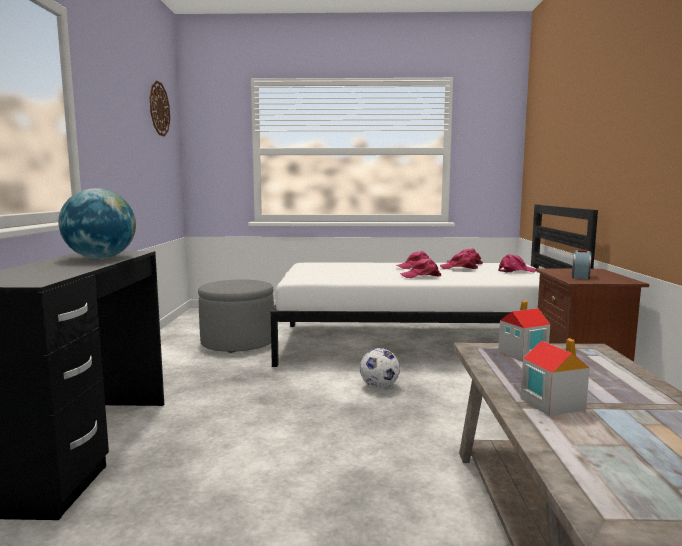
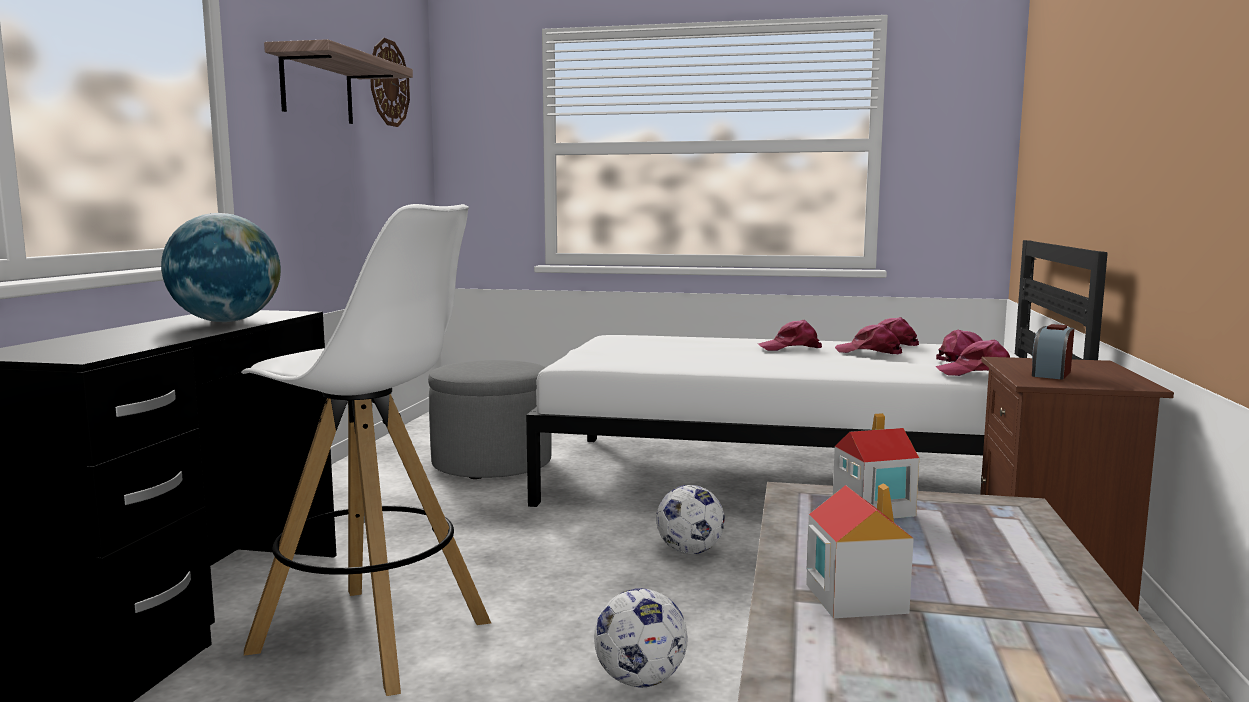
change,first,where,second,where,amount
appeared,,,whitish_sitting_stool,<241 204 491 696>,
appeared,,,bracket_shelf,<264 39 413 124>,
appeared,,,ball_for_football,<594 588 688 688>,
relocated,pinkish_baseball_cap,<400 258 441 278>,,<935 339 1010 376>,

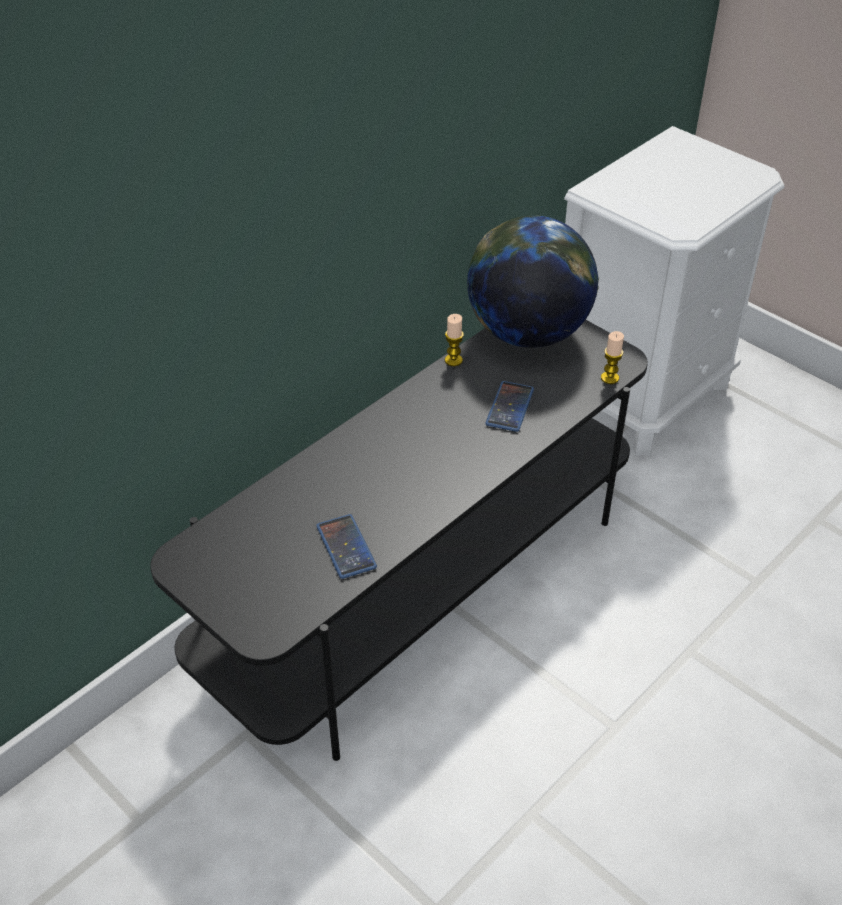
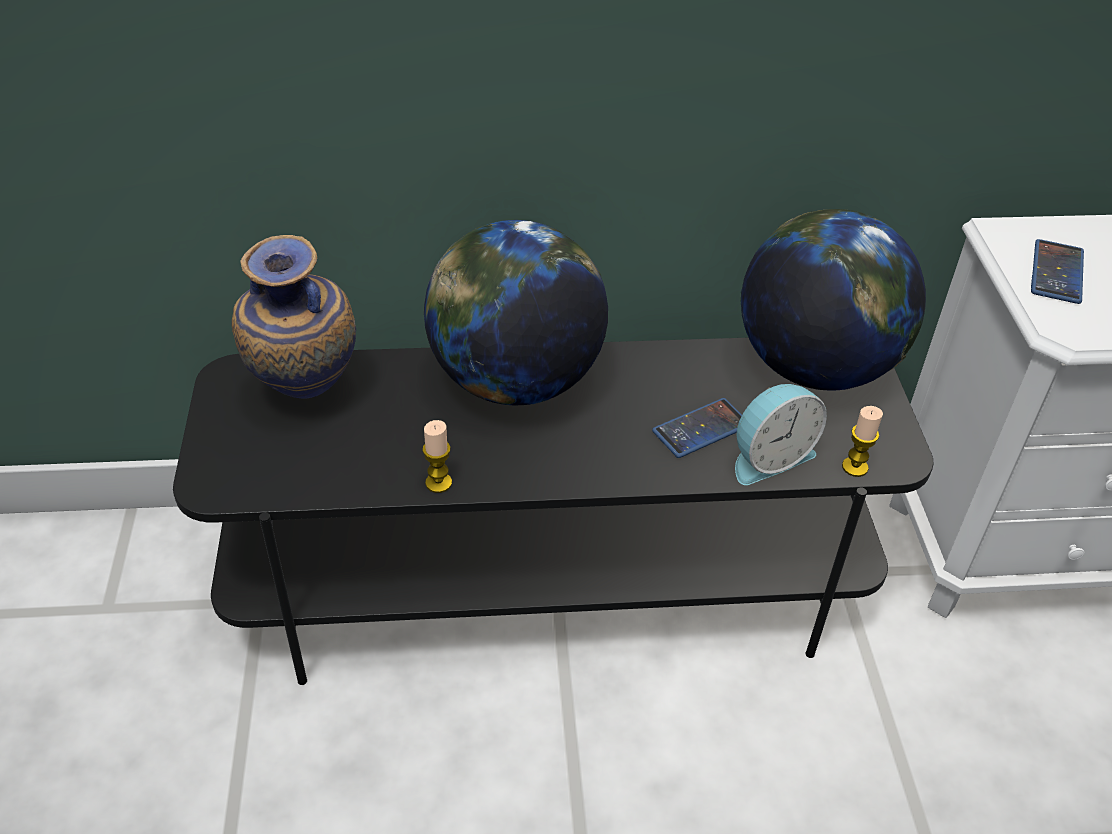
change,first,where,second,where,amount
appeared,,,decorative_vase,<231 235 356 398>,
appeared,,,world_globe,<424 220 608 406>,
appeared,,,alarm_clock,<735 384 827 485>,
relocated,telephone,<316 514 377 579>,,<1031 239 1084 304>,
relocated,wax_candle,<445 314 464 366>,,<422 420 452 493>,

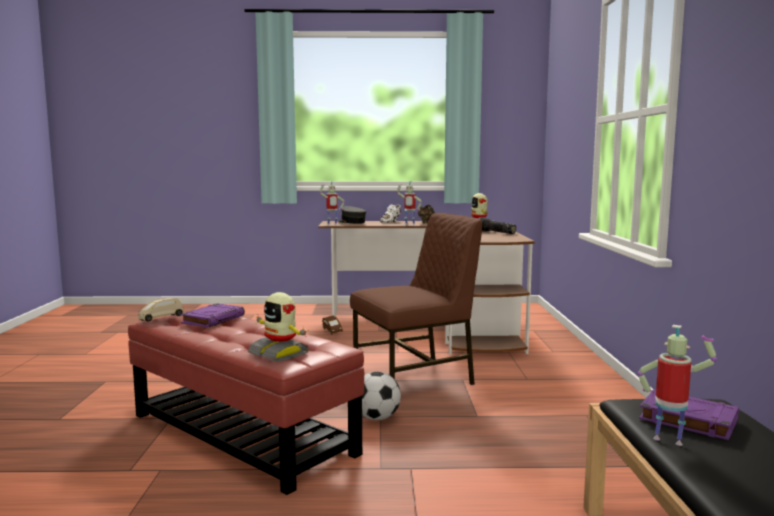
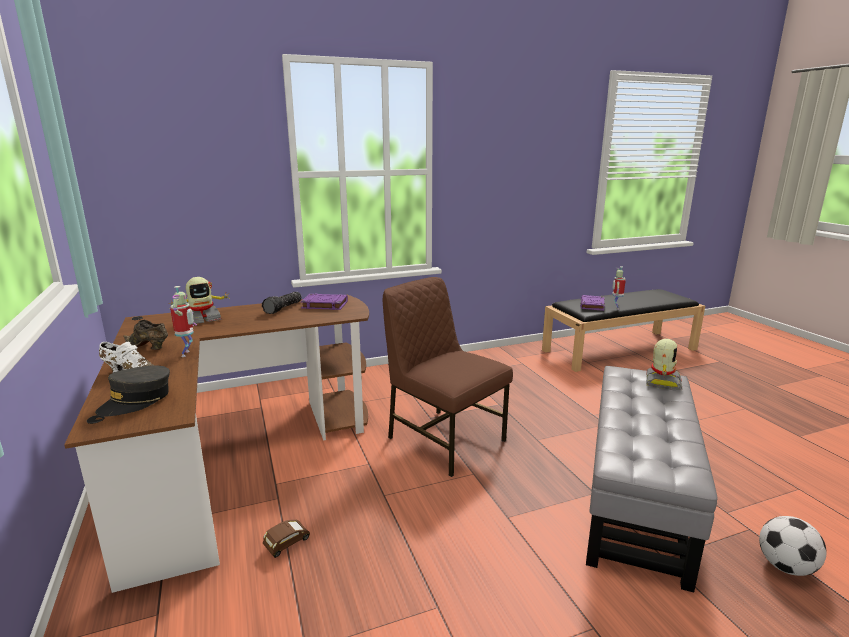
change,first,where,second,where,amount
missing,beige-coloured_model_car,<138 298 183 322>,,,
missing,model_robot,<319 181 345 225>,,,
relocated,purplish_volume,<181 303 245 327>,,<301 294 348 310>,
relocated,ball_for_football,<362 372 401 420>,,<759 516 826 576>,
colour,red_pouffe,<128 315 364 495>,gray_pouffe,<586 366 718 592>,

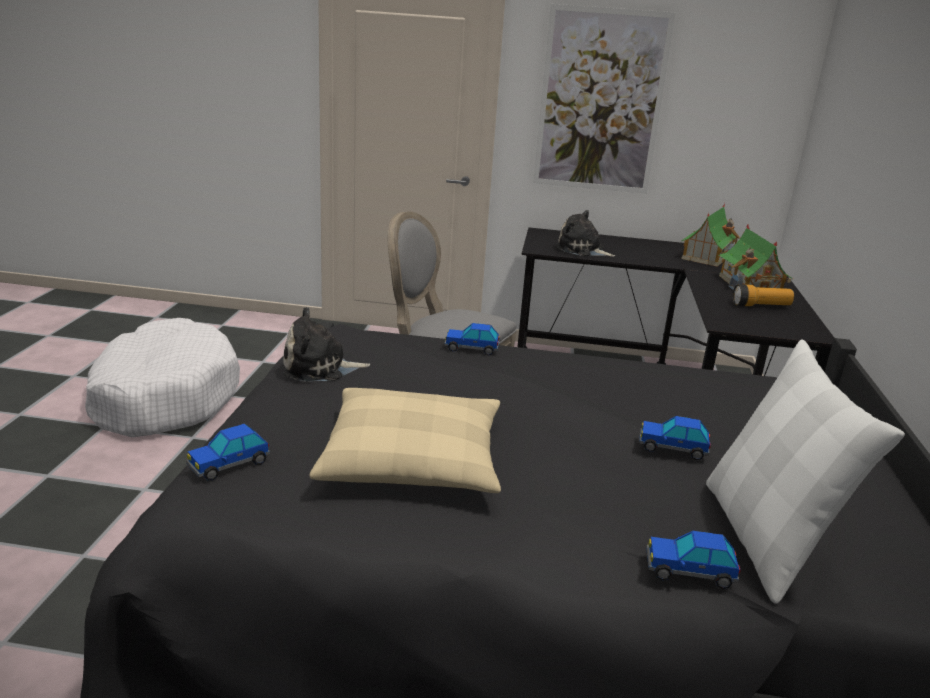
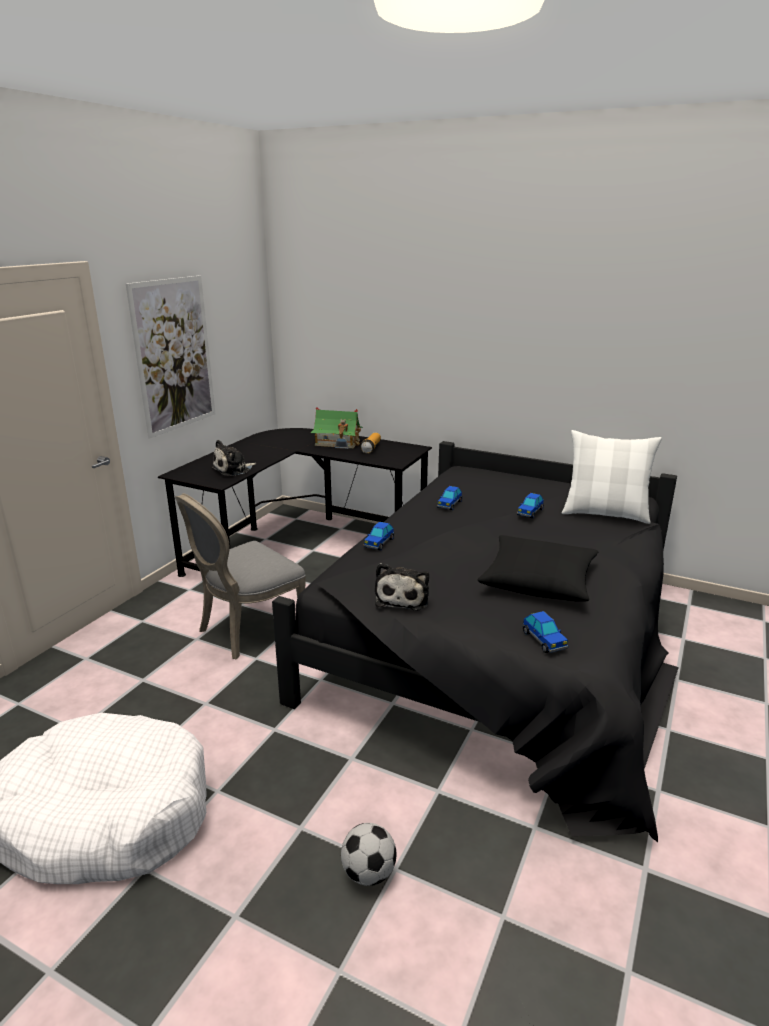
change,first,where,second,where,amount
missing,model_house,<681 203 740 267>,,,
appeared,,,ball_for_football,<341 823 397 886>,
relocated,model_car,<646 531 740 589>,,<437 486 462 510>,
colour,beige-coloured_cushion,<310 388 501 493>,black-coloured_cushion,<478 535 598 602>,

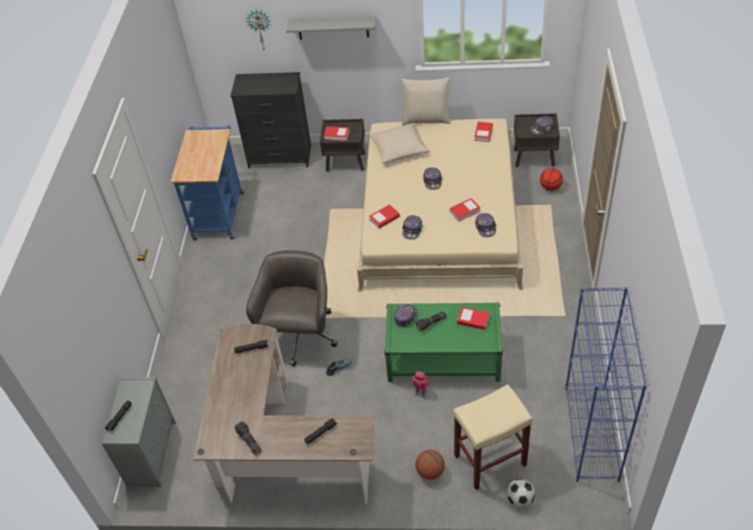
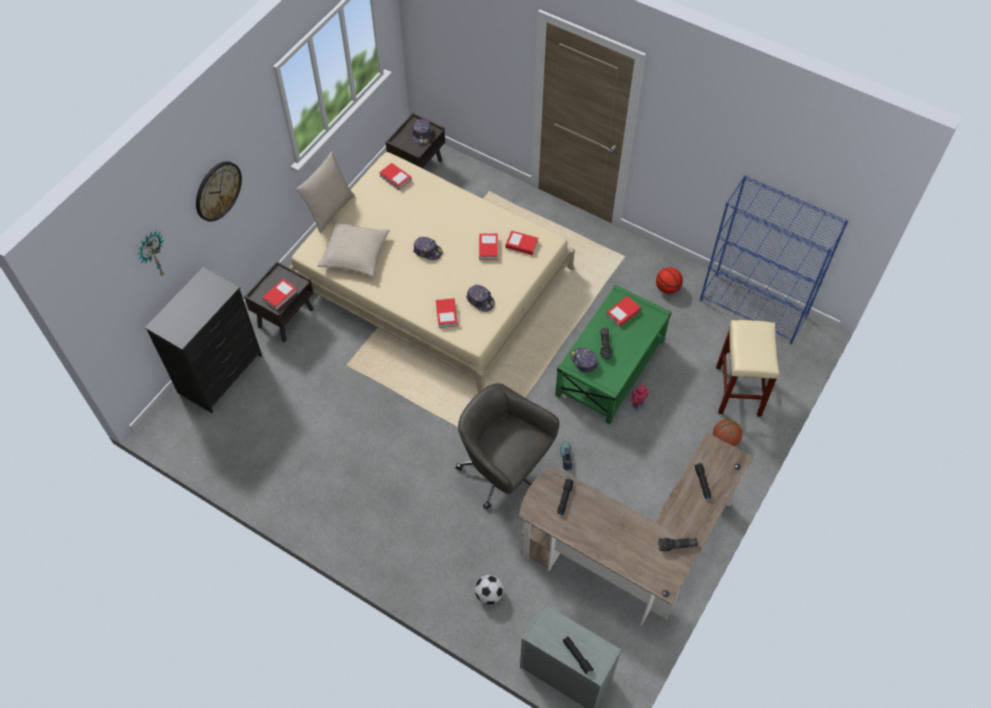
change,first,where,second,where,amount
missing,blue_wheeled_cart,<171 125 244 240>,,,
relocated,ball_for_football,<507 479 535 507>,,<475 575 504 604>,
relocated,basketball_ball,<540 168 563 191>,,<656 267 683 294>,
exchanged,gray_bracket_shelf,<286 16 376 40>,clock_on_the_wall,<196 161 242 222>,
exchanged,baseball_cap,<475 213 496 237>,volume,<505 231 538 255>,

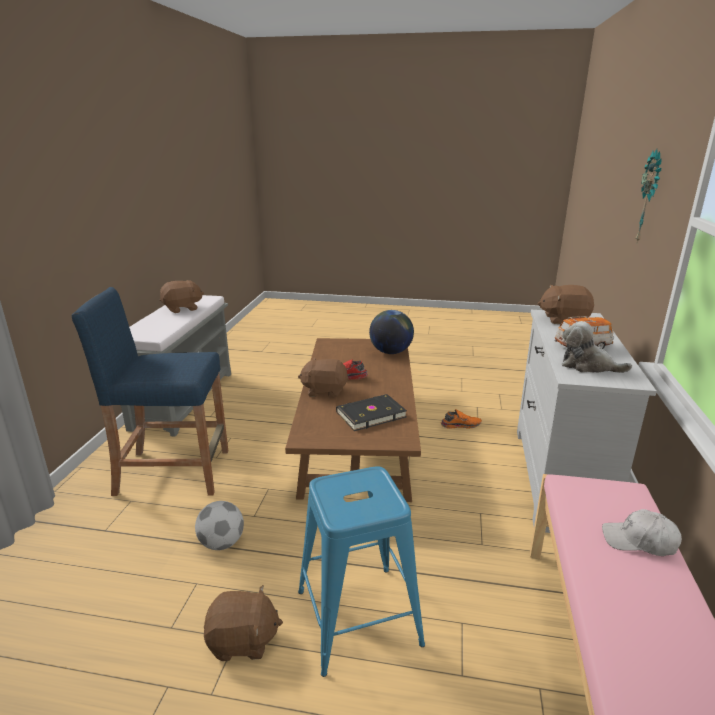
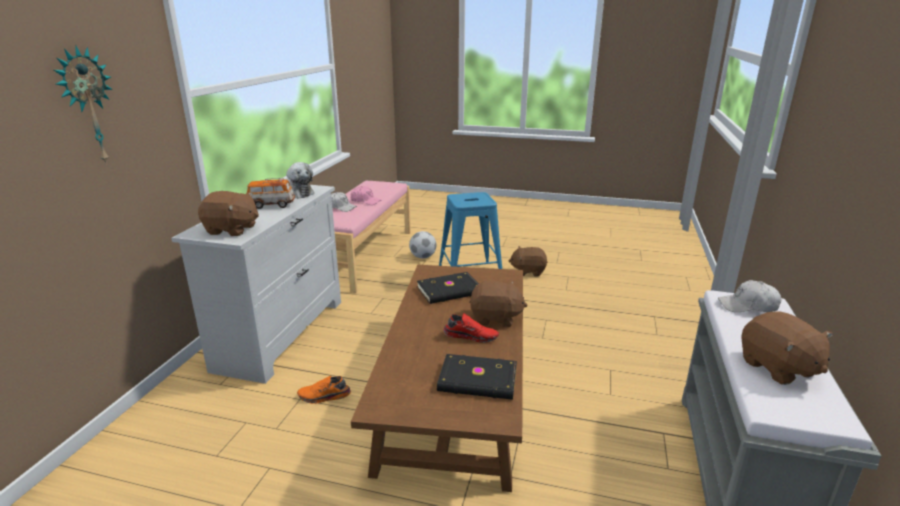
change,first,where,second,where,amount
missing,blue_sitting_stool,<72 287 228 496>,,,
missing,world_globe,<369 310 414 354>,,,
appeared,,,pinkish_baseball_cap,<351 186 381 205>,
appeared,,,black-coloured_volume,<437 354 517 400>,
appeared,,,whitish_baseball_cap,<718 280 782 312>,
relocated,ball_for_football,<195 501 244 550>,,<409 231 437 259>,
spun,brown-coloured_cuddly_toy,<160 280 204 313>,,<741 311 833 385>,90 degrees counterclockwise

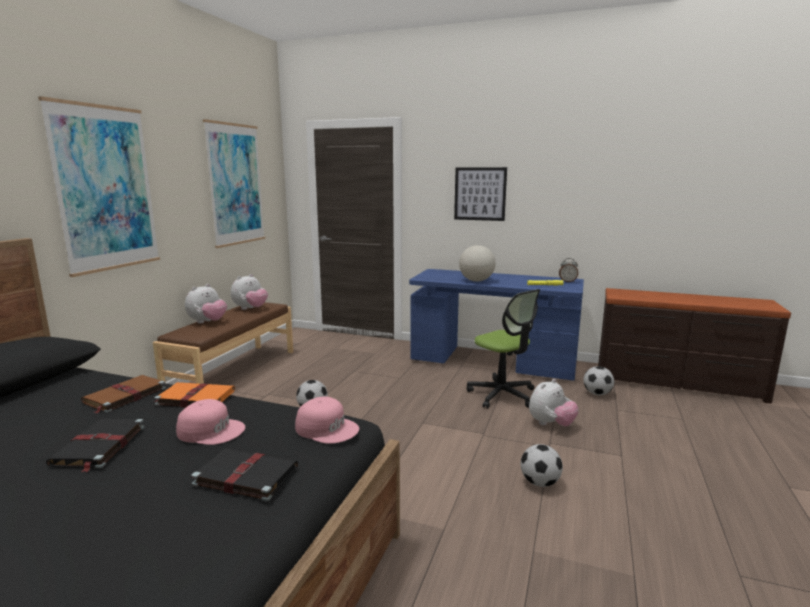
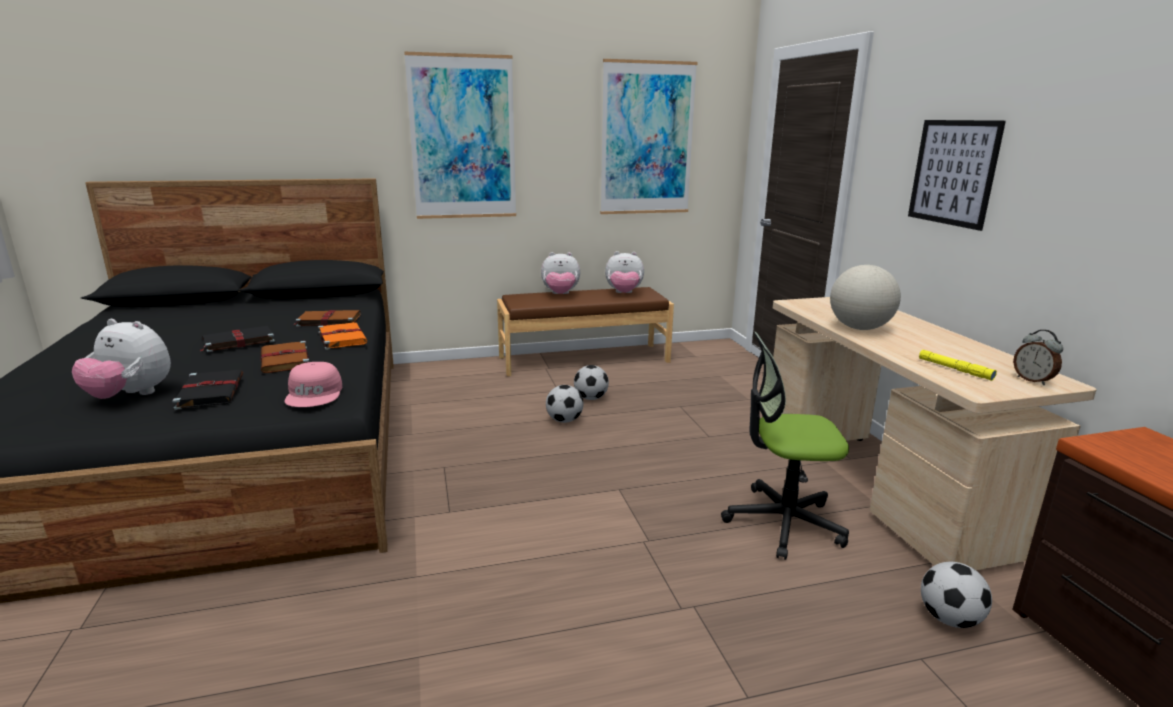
change,first,where,second,where,amount
relocated,ball_for_football,<521 444 563 487>,,<574 365 609 400>,
relocated,cuddly_toy,<529 379 579 426>,,<72 319 171 399>,
exchanged,pinkish_baseball_cap,<176 399 245 445>,brown-coloured_volume,<260 341 309 373>,
colour,blue_desk_table,<409 269 584 380>,beige-coloured_desk_table,<773 297 1097 570>,
spun,computer_chair,<467 289 540 408>,,<721 332 849 560>,75 degrees clockwise

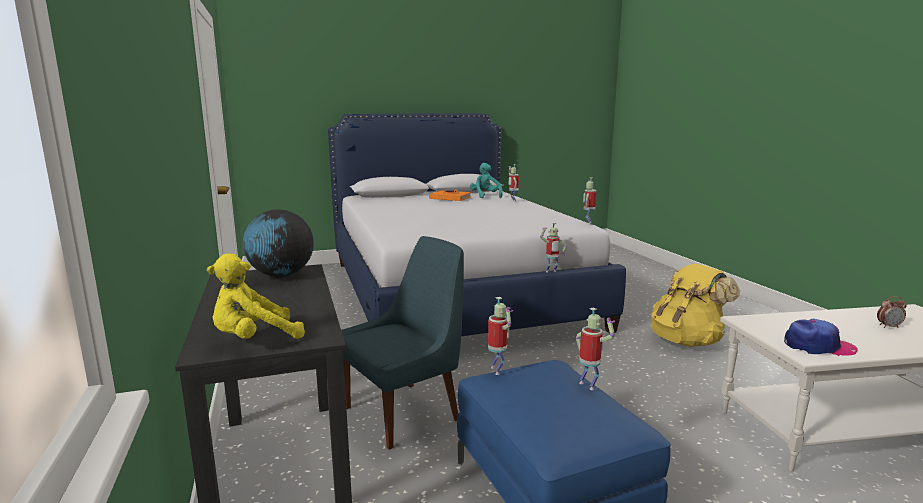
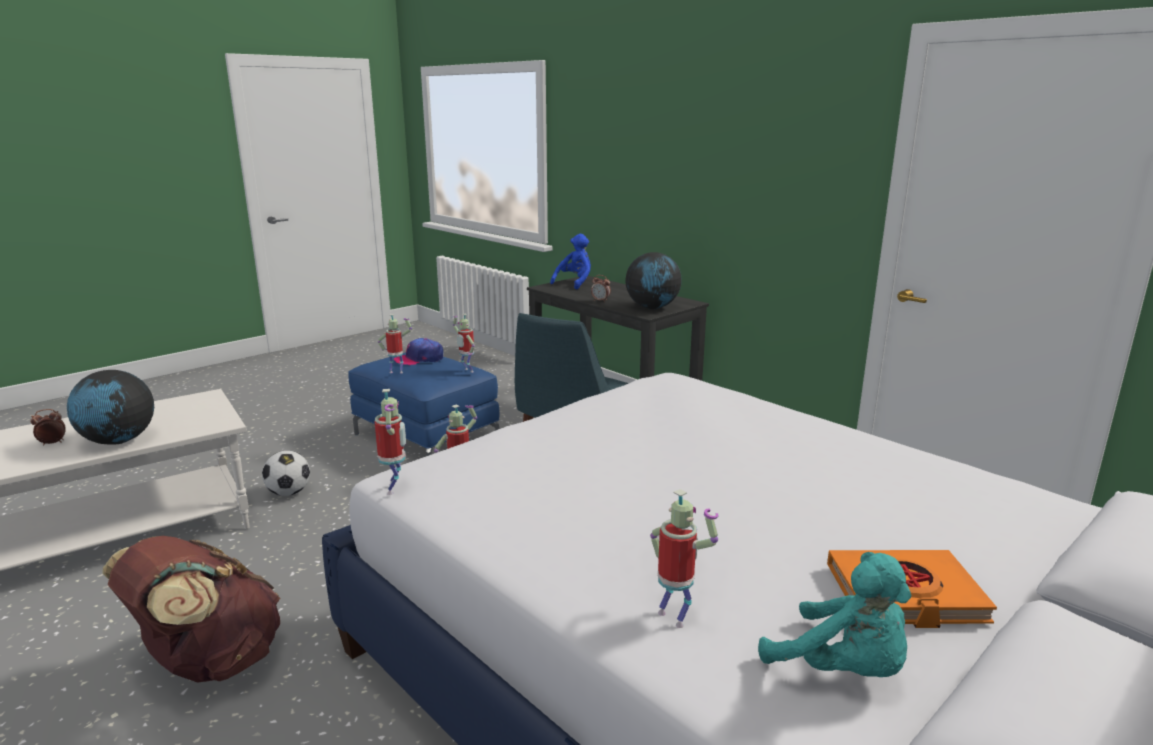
change,first,where,second,where,amount
appeared,,,world_globe,<67 370 154 445>,
appeared,,,ball_for_football,<262 451 310 496>,
appeared,,,alarm_clock,<591 275 611 302>,
relocated,baseball_cap,<784 319 858 356>,,<394 338 443 365>,
colour,yellow_cuddly_toy,<207 253 305 339>,blue_cuddly_toy,<550 234 591 290>,
colour,yellow_knapsack,<651 264 740 347>,brown-coloured_knapsack,<102 536 280 683>,
spun,model_robot,<576 307 615 390>,,<378 314 412 374>,150 degrees clockwise

